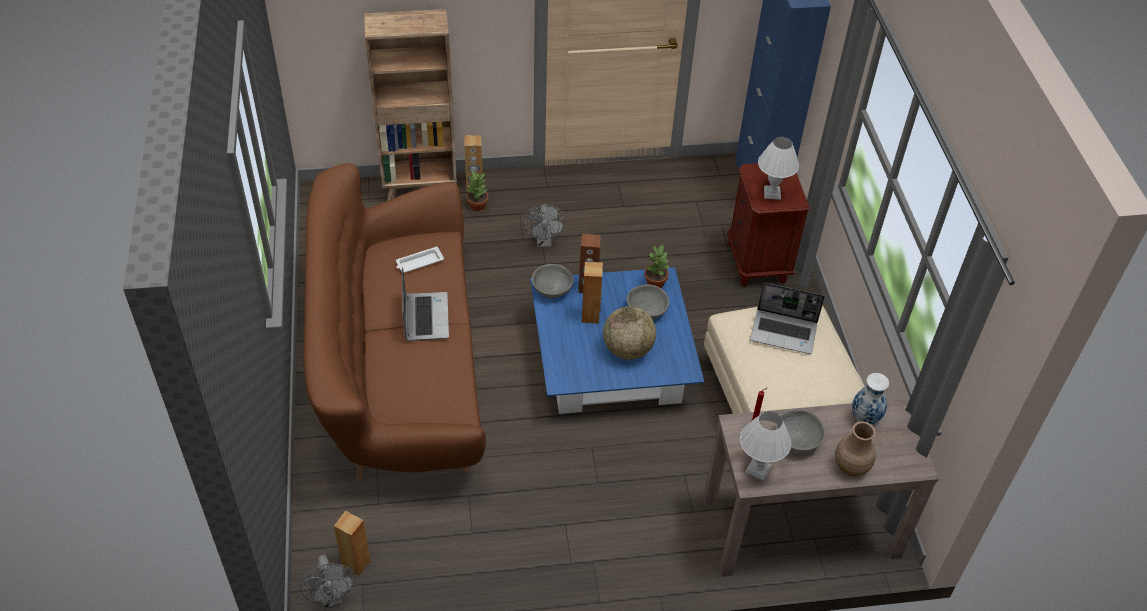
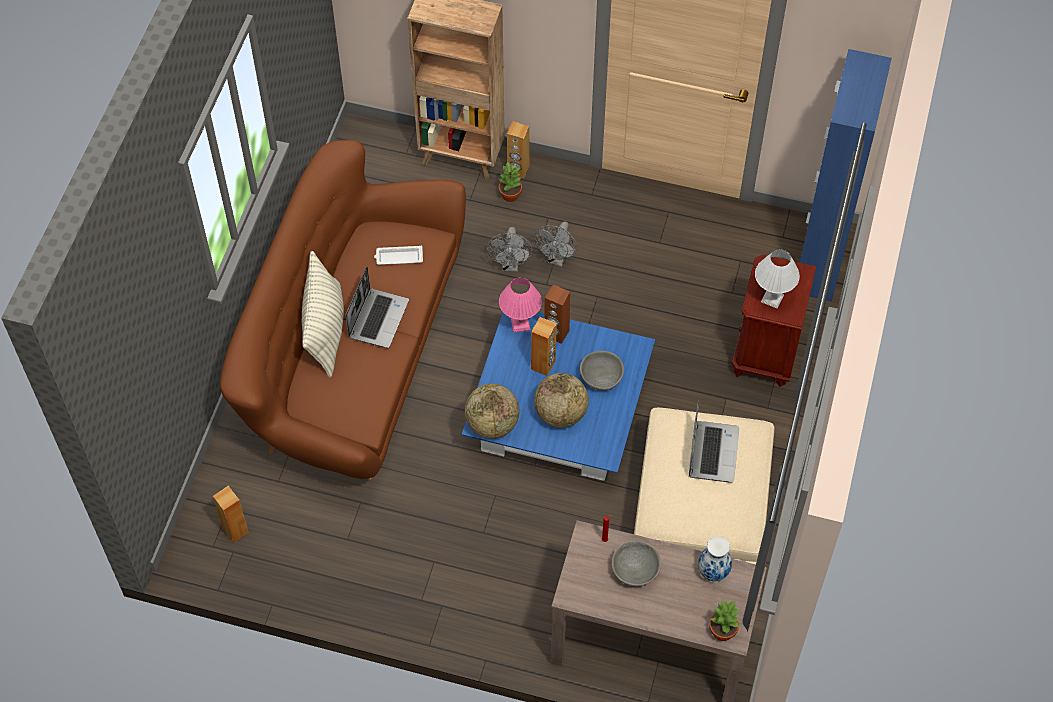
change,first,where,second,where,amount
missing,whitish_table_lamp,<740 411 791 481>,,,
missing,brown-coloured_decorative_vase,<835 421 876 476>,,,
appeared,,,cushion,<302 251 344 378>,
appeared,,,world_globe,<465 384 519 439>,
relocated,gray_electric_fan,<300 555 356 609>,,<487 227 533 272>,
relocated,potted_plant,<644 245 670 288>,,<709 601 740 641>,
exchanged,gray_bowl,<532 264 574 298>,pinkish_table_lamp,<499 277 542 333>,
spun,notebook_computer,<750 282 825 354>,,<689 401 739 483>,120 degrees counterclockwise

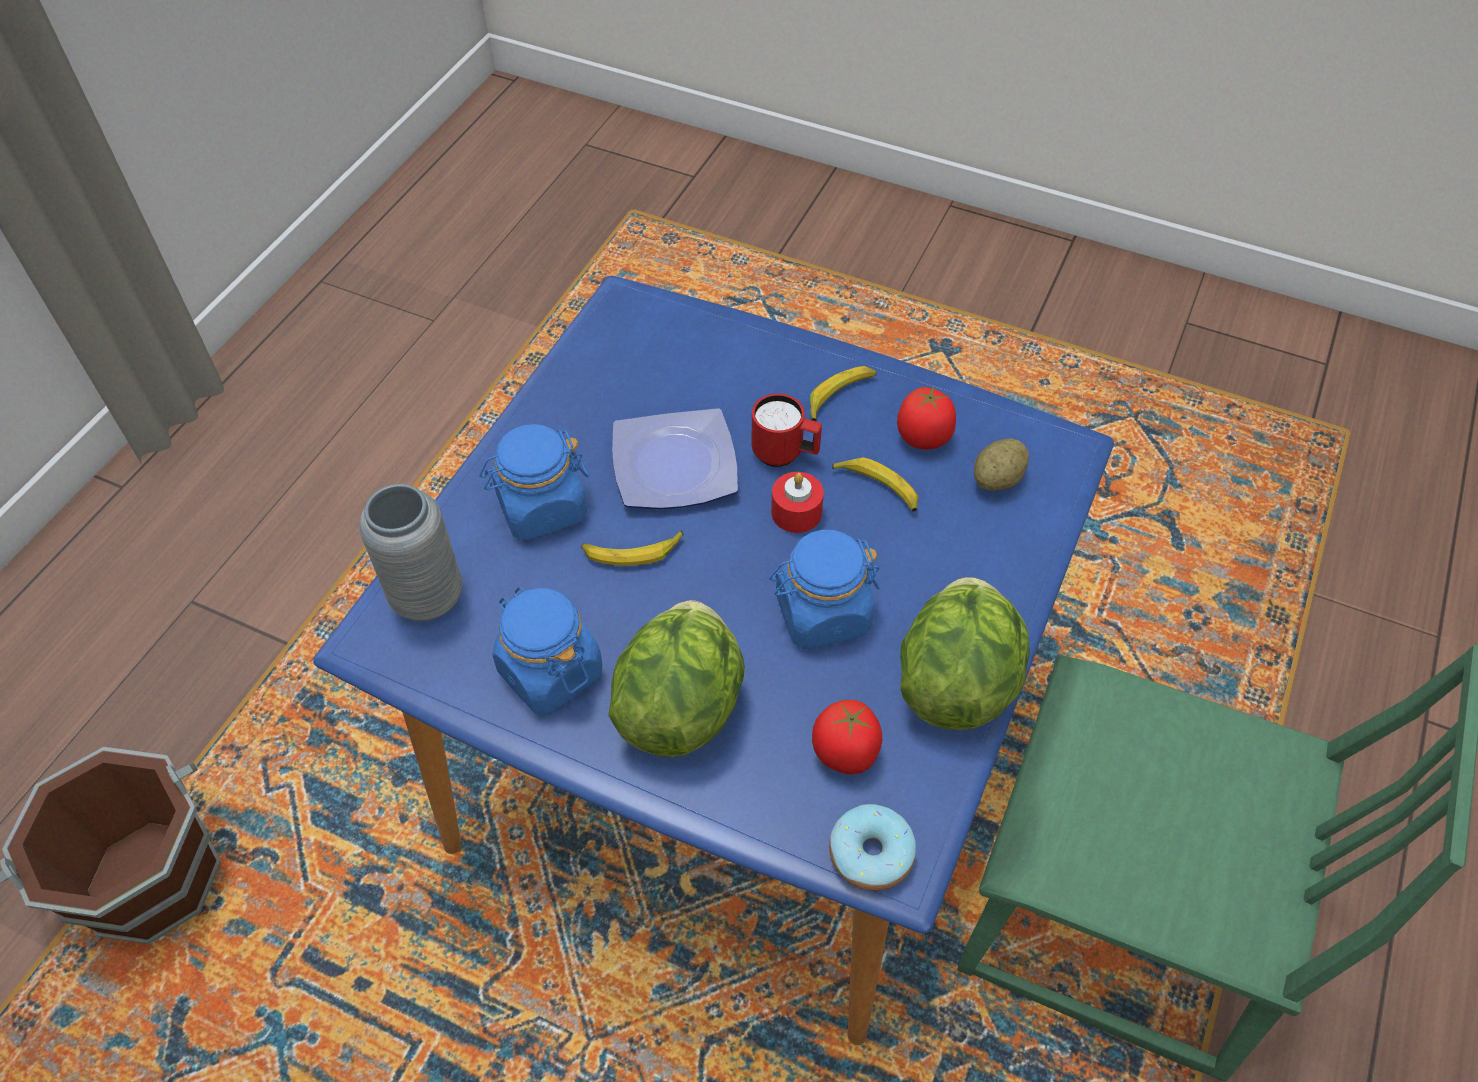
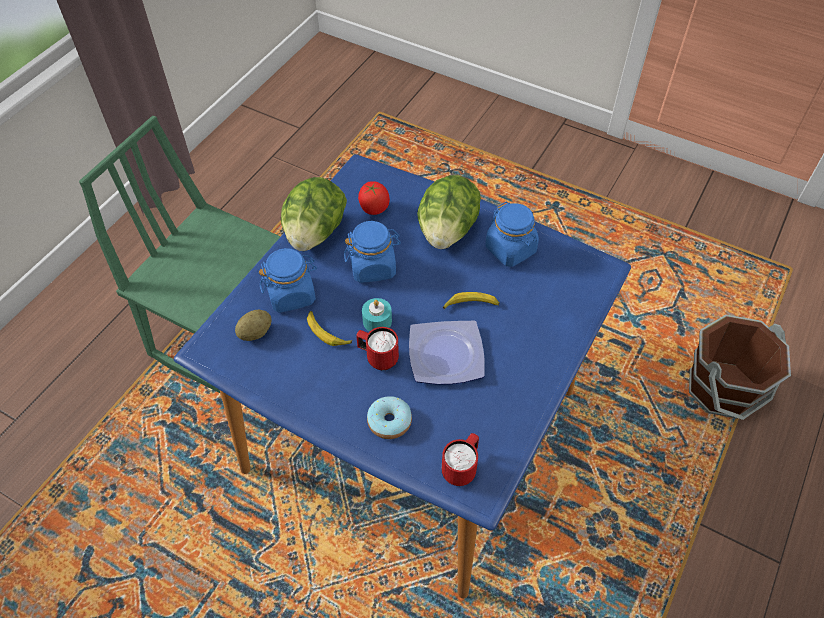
change,first,where,second,where,amount
missing,gray_decorative_vase,<359 484 462 621>,,,
missing,banana,<810 366 877 421>,,,
missing,tomato,<897 387 956 449>,,,
appeared,,,red_coffee_mug,<441 433 479 486>,
relocated,blue_storage_jar,<479 424 589 540>,,<259 248 317 313>,
relocated,doughnut,<829 804 916 891>,,<367 396 412 439>,
colour,red_wax_candle,<771 472 824 533>,turquoise_wax_candle,<362 298 392 332>,

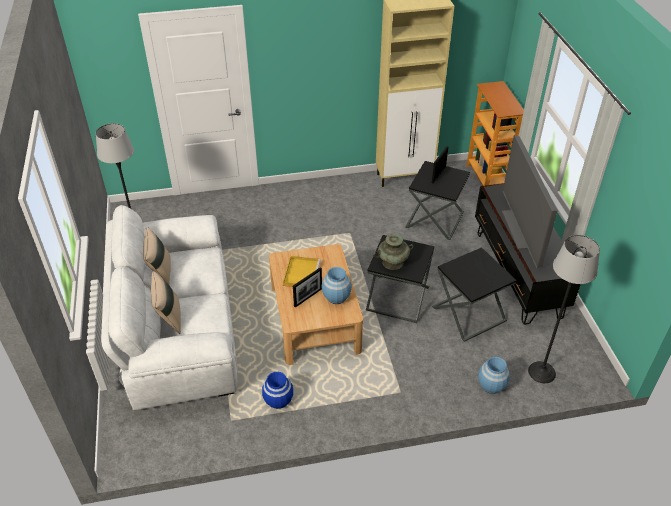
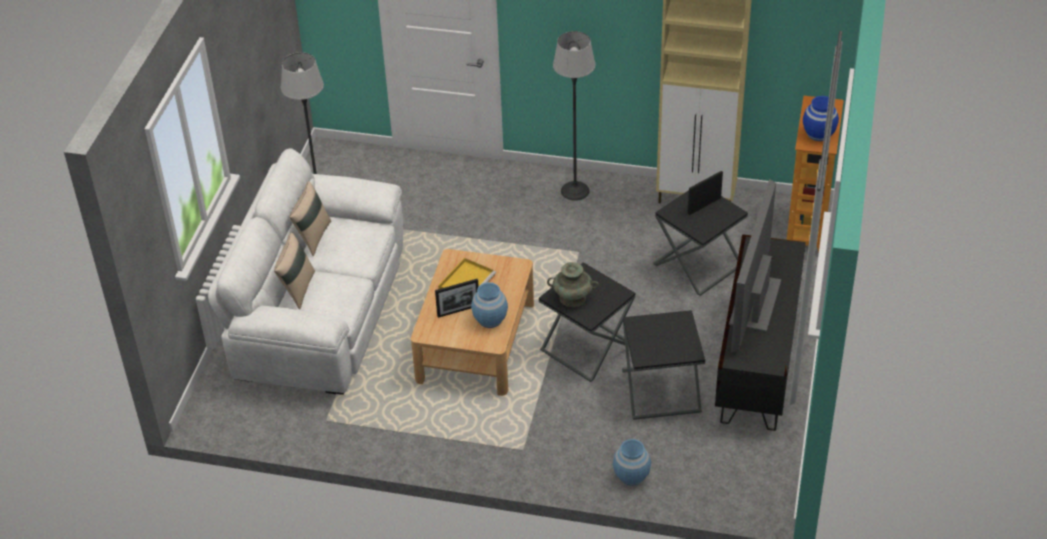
change,first,where,second,where,amount
relocated,blue_decorative_vase,<262 372 293 409>,,<803 96 839 141>,
relocated,standing_lamp,<528 235 600 383>,,<553 31 595 201>,

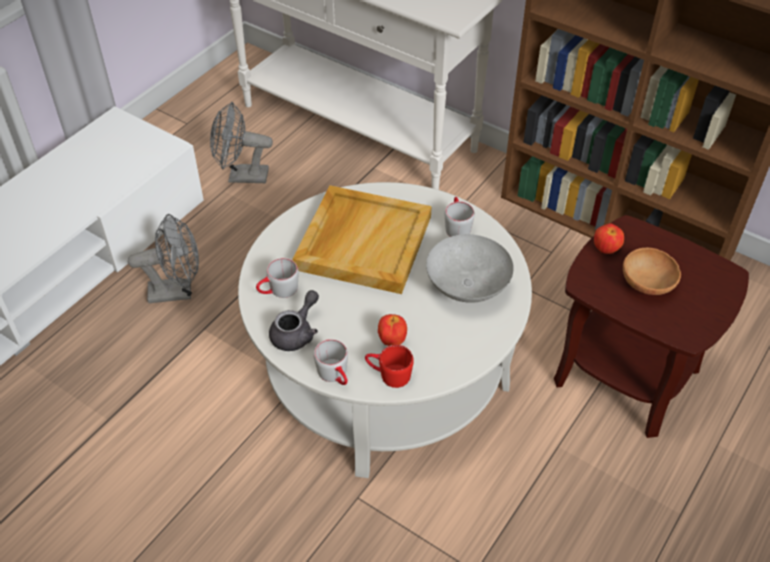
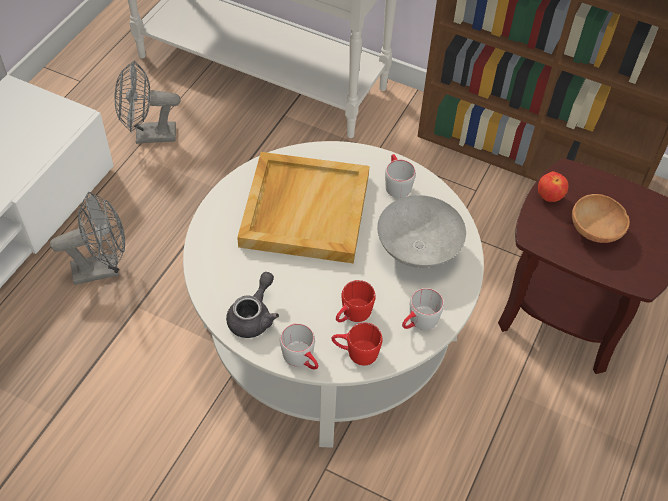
change,first,where,second,where,amount
relocated,gray_coffee_mug,<256 258 299 298>,,<402 288 444 330>,
exchanged,apple_fruit,<378 314 407 346>,red_coffee_mug,<336 280 376 322>,

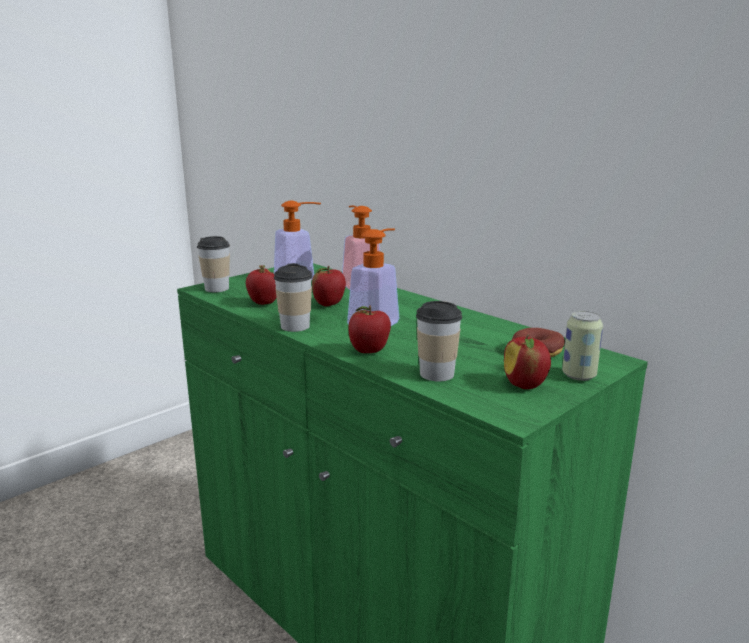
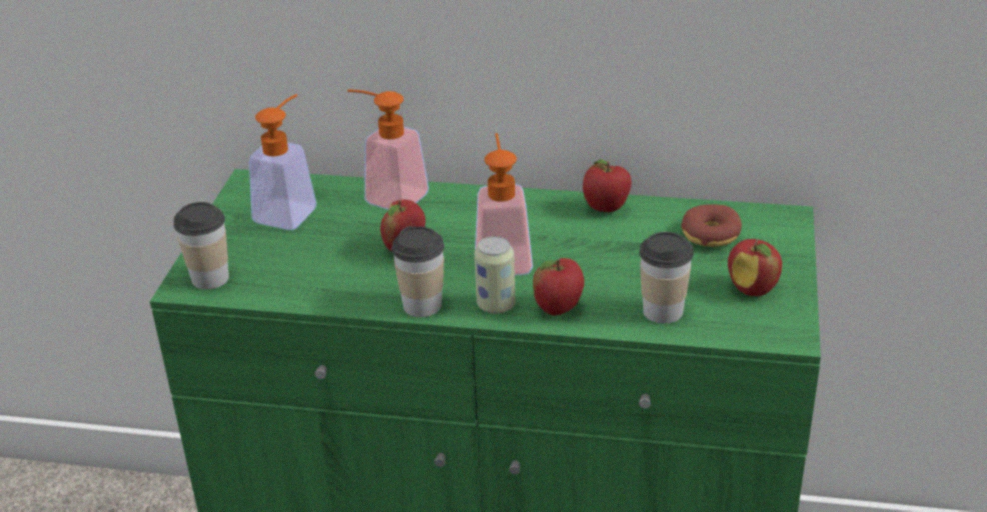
change,first,where,second,where,amount
relocated,apple_fruit,<246 265 277 305>,,<583 159 632 212>,
relocated,metal_can,<562 311 603 381>,,<474 236 515 314>,

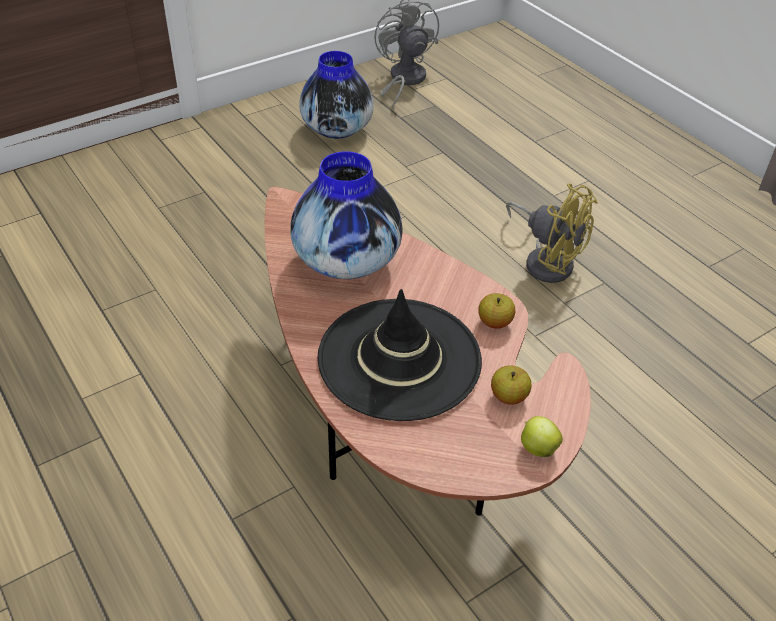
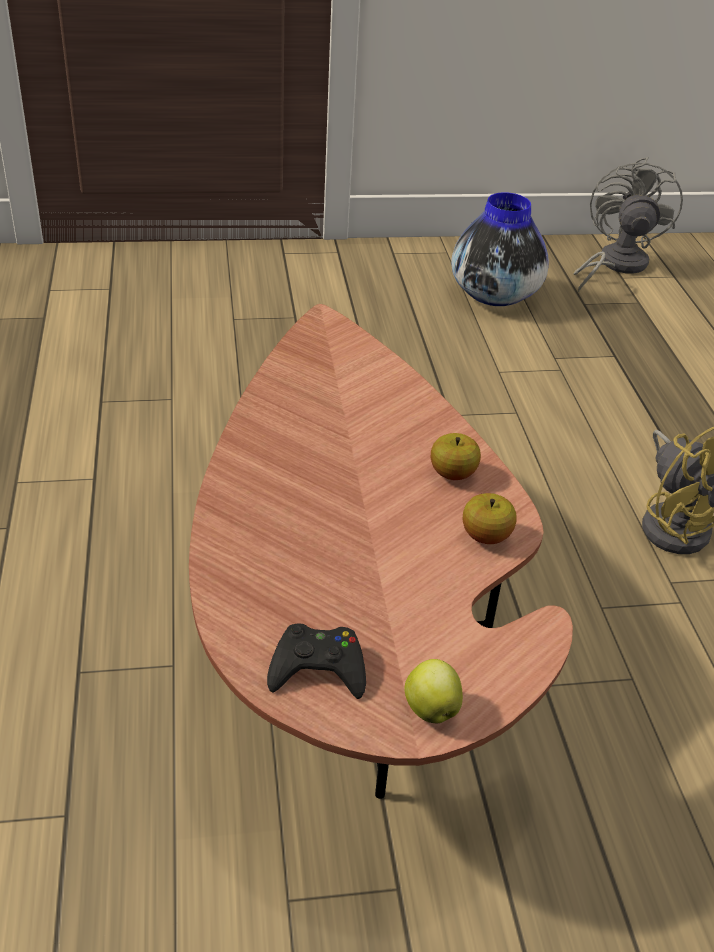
change,first,where,second,where,amount
missing,decorative_vase,<290 151 403 279>,,,
missing,black-coloured_wearable_hat,<318 289 482 421>,,,
appeared,,,black-coloured_joypad,<267 624 366 699>,
relocated,apple_fruit,<491 365 532 405>,,<431 433 481 480>,

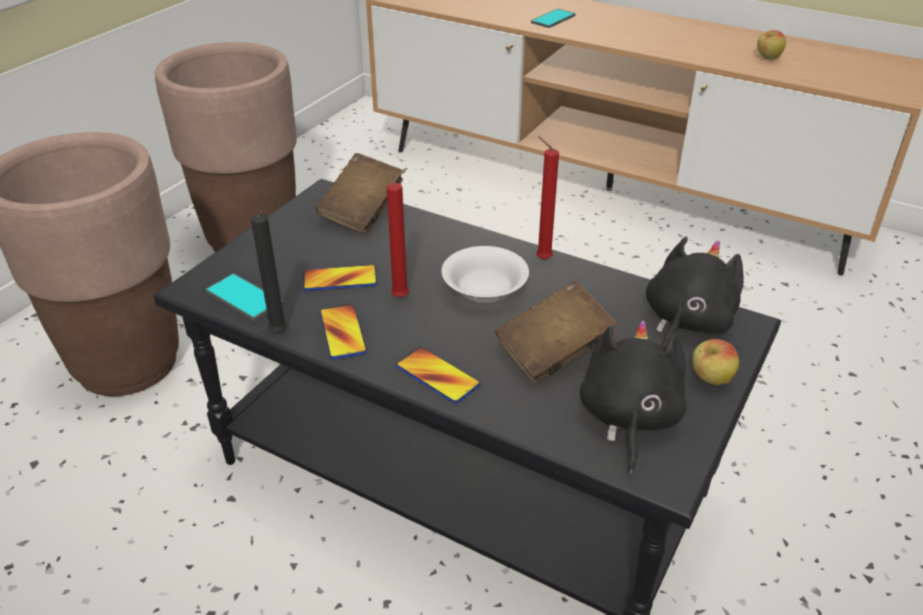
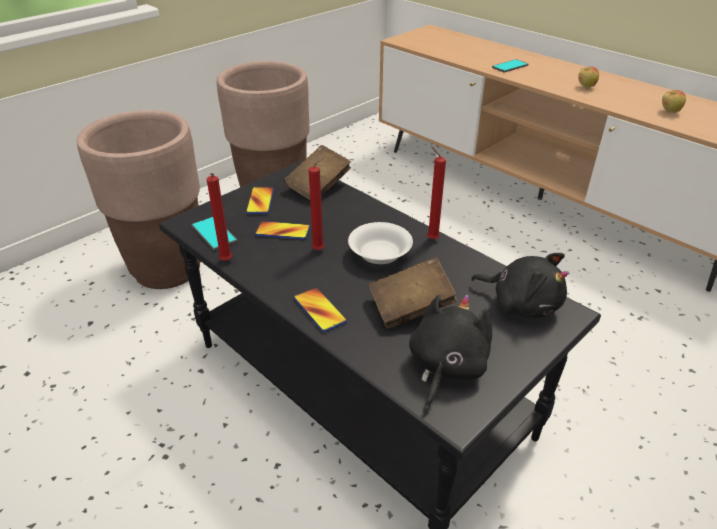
change,first,where,second,where,amount
relocated,telephone,<320 304 367 359>,,<246 187 274 214>,
relocated,apple_fruit,<692 339 739 385>,,<578 66 599 88>,
colour,black-coloured_wax_candle,<251 211 287 332>,red_wax_candle,<207 173 232 261>,
spun,black-coloured_cuddly_toy,<646 237 744 350>,,<471 253 569 318>,75 degrees clockwise

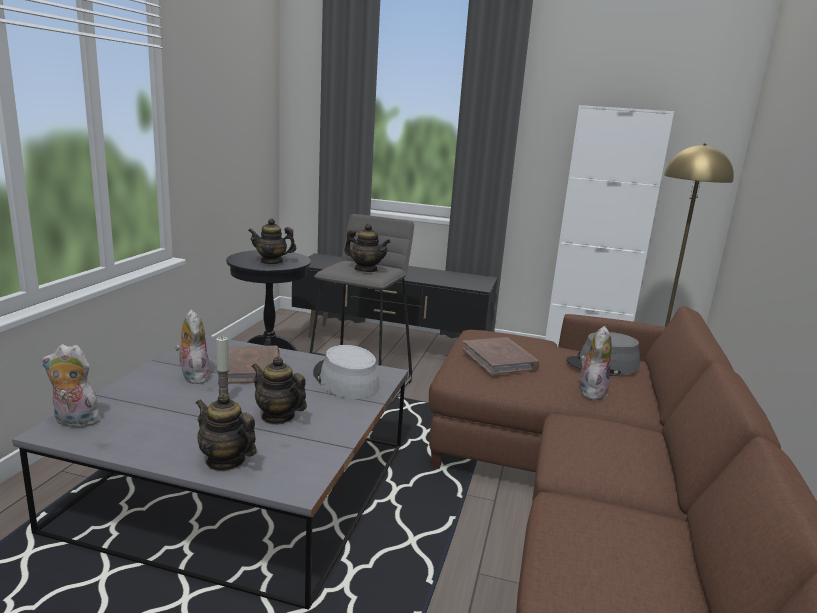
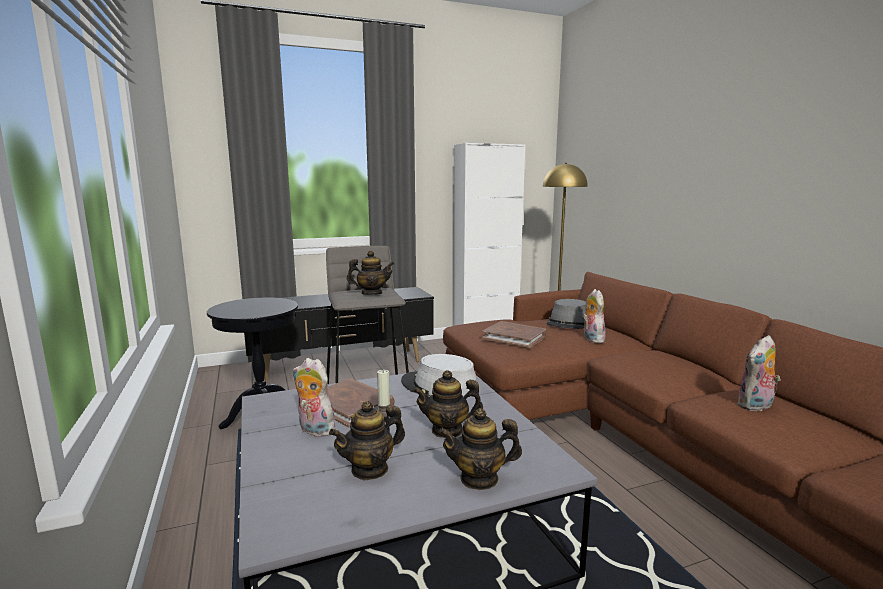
change,first,where,second,where,amount
relocated,cuddly_toy,<42 344 102 430>,,<736 335 781 411>,
relocated,pot_for_tea,<248 219 296 265>,,<329 401 405 480>,

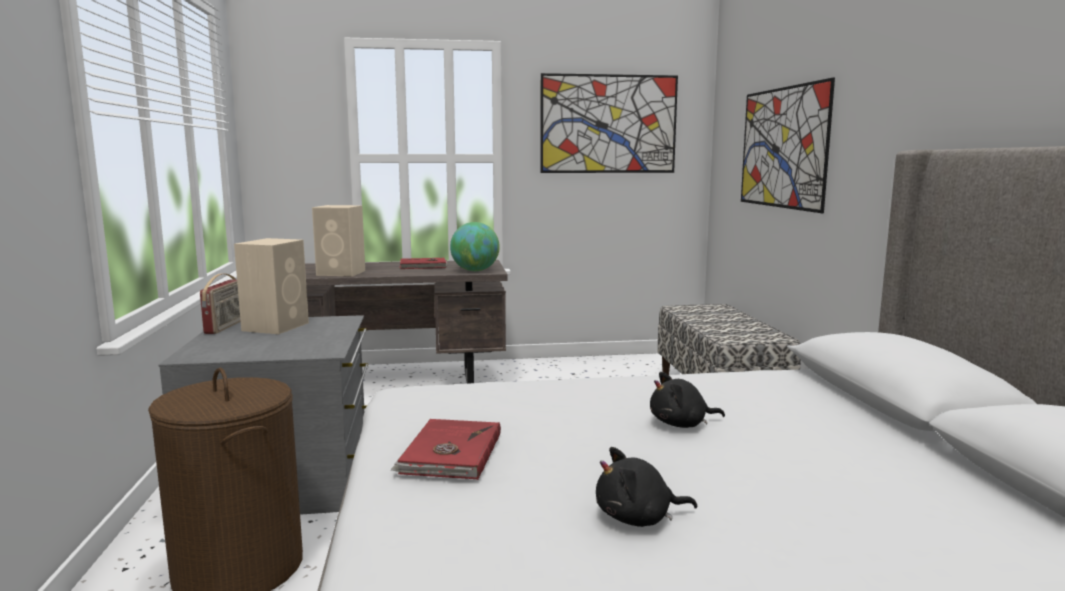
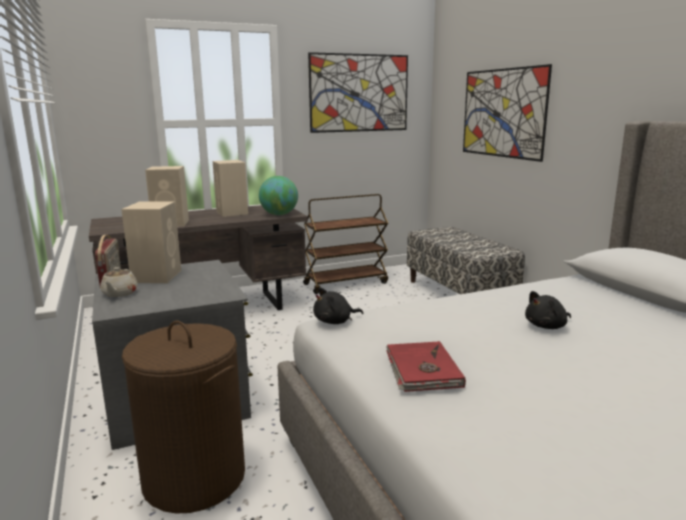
change,first,where,second,where,amount
appeared,,,beige-coloured_pot_for_tea,<100 267 138 297>,
appeared,,,brown-coloured_wheeled_cart,<303 194 388 294>,
relocated,black-coloured_cuddly_toy,<596 447 697 527>,,<313 288 363 324>,
exchanged,red_volume,<399 258 447 269>,beige-coloured_speaker,<213 160 248 217>,

